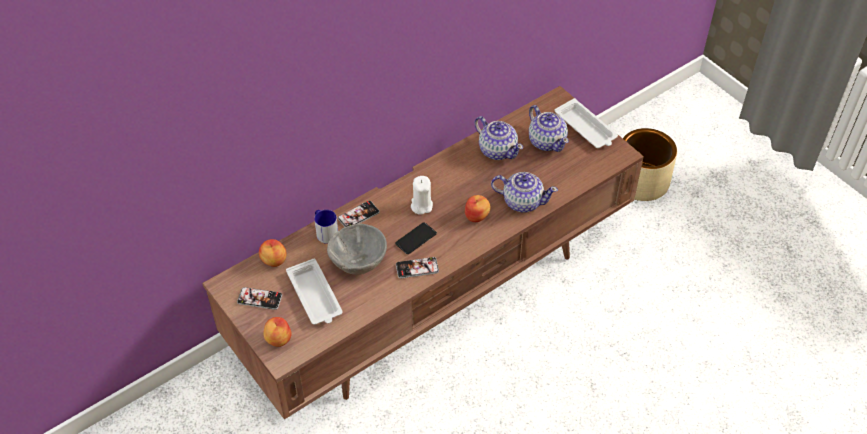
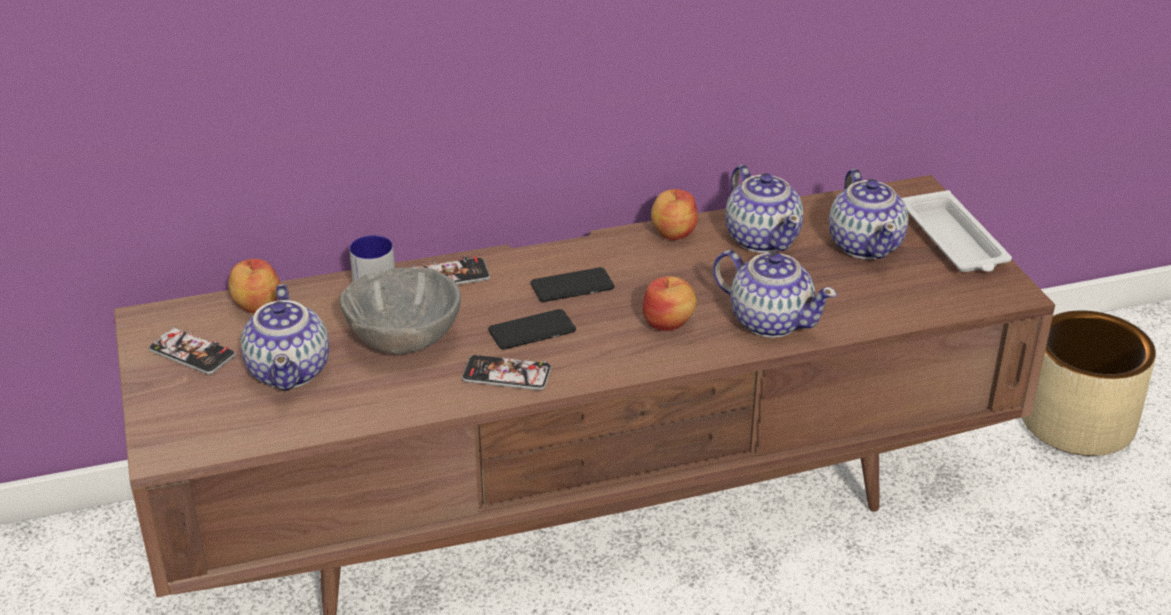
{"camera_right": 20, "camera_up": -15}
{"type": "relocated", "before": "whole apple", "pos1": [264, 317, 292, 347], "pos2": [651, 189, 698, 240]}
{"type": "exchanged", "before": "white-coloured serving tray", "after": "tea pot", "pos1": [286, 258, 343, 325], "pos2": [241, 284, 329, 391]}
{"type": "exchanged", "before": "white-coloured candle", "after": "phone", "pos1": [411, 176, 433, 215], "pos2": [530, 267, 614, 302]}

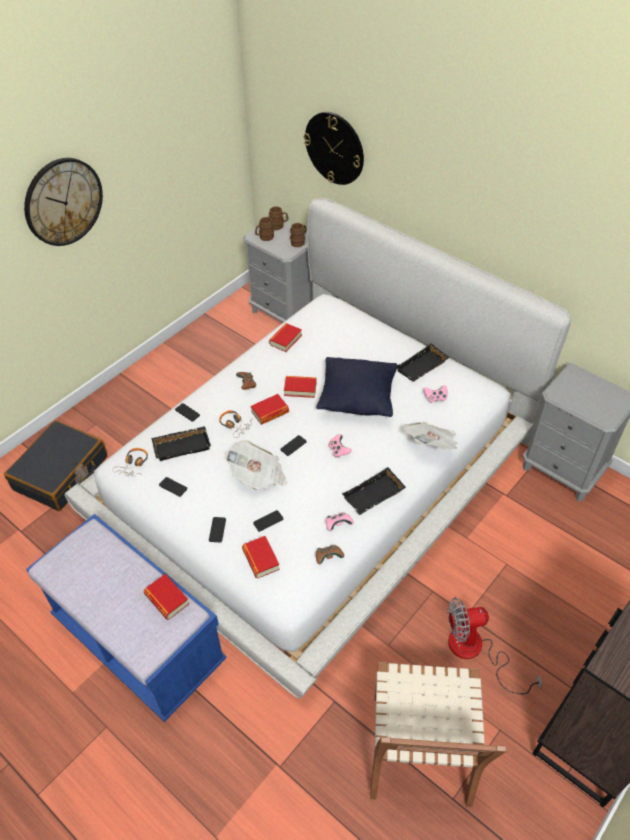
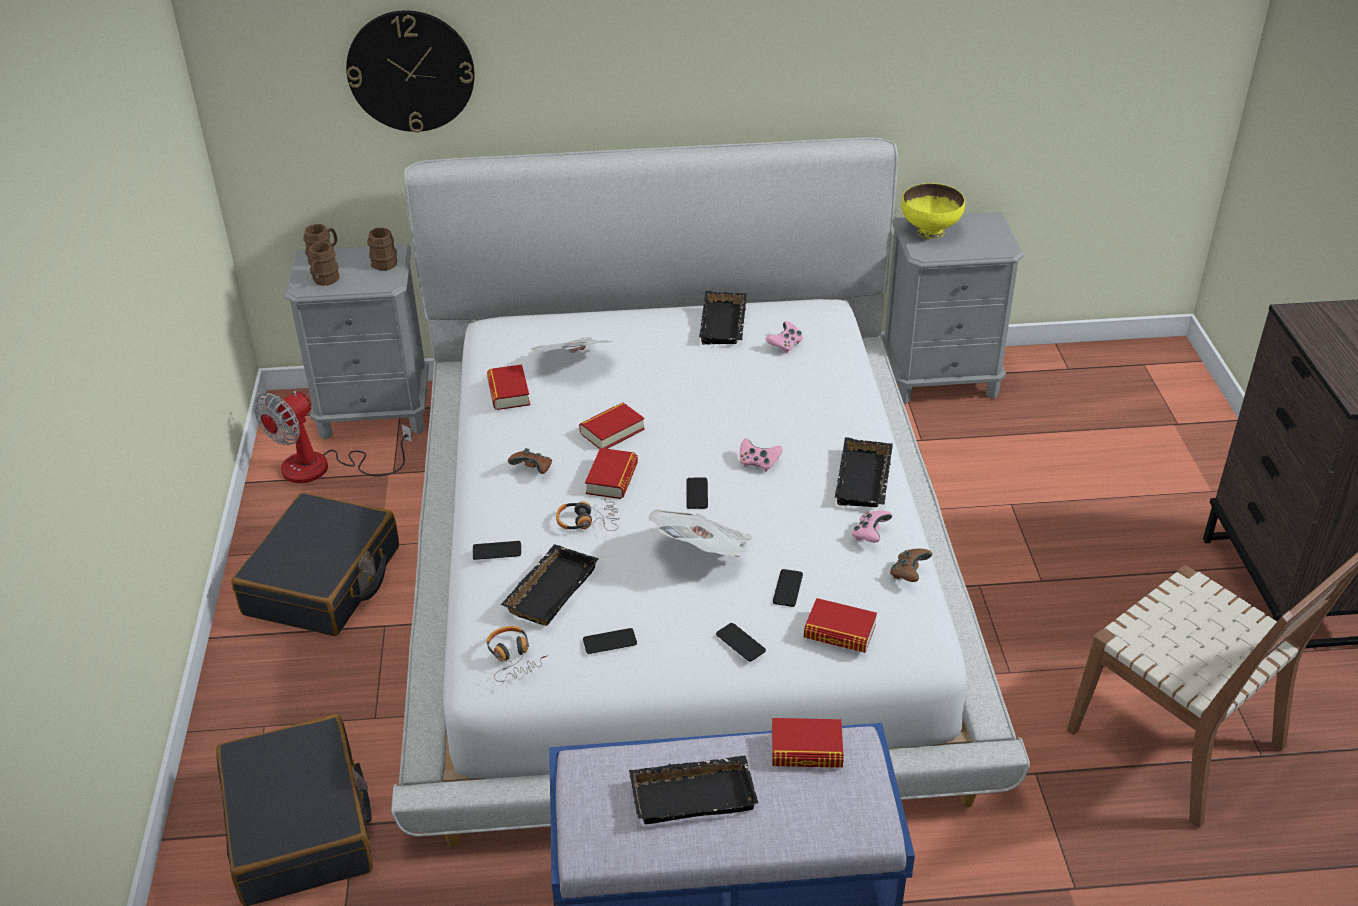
{"camera_right": -45, "camera_up": -10}
{"type": "missing", "before": "hanging clock", "pos1": [24, 158, 103, 246]}
{"type": "missing", "before": "black-coloured pillow", "pos1": [316, 357, 398, 417]}
{"type": "relocated", "before": "printed paper", "pos1": [404, 422, 458, 450], "pos2": [531, 337, 614, 353]}
{"type": "relocated", "before": "electric fan", "pos1": [448, 598, 543, 694], "pos2": [254, 391, 413, 483]}
{"type": "appeared", "after": "black-coloured piece of luggage", "pos2": [231, 493, 399, 636]}
{"type": "appeared", "after": "black-coloured serving tray", "pos2": [629, 755, 758, 824]}
{"type": "appeared", "after": "yellowish bowl", "pos2": [901, 183, 965, 239]}

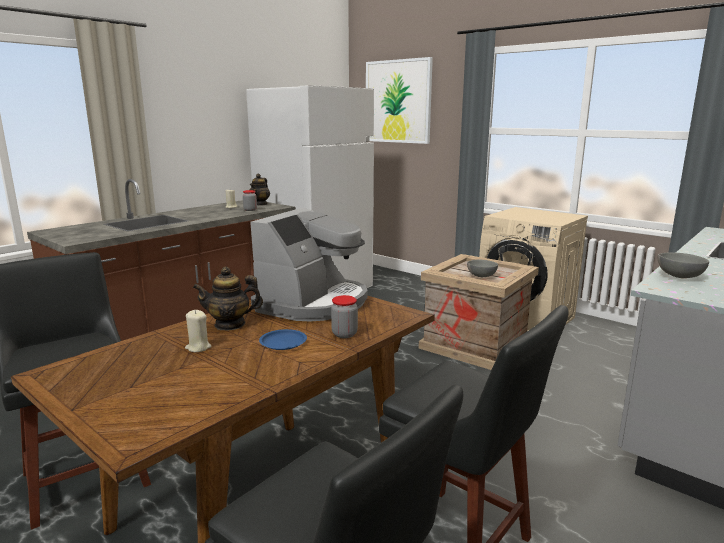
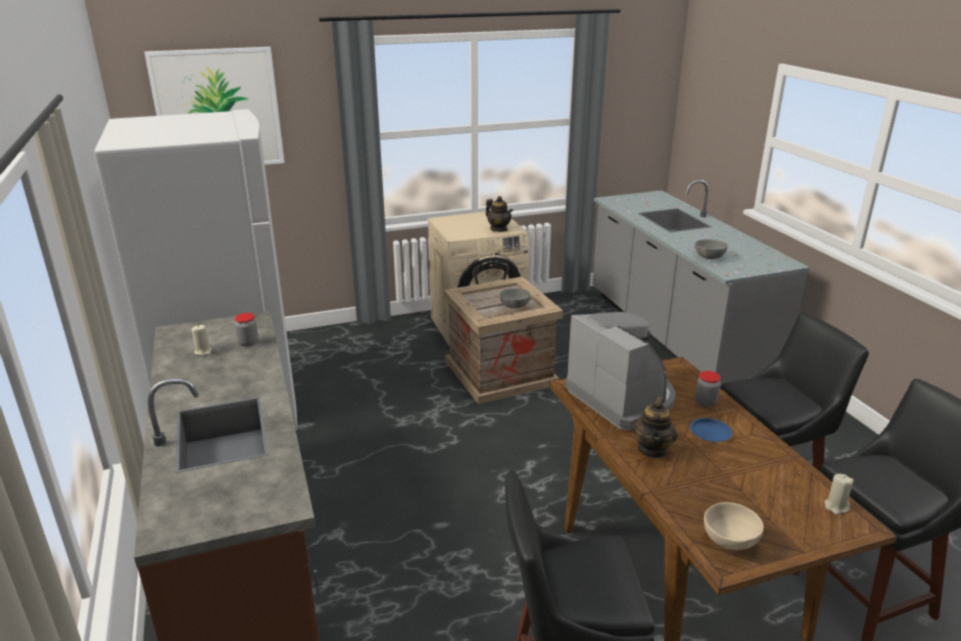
{"camera_right": -60, "camera_up": 10}
{"type": "relocated", "before": "beige-coloured candle", "pos1": [185, 310, 211, 352], "pos2": [825, 474, 854, 515]}
{"type": "relocated", "before": "tea pot", "pos1": [249, 174, 270, 205], "pos2": [486, 196, 513, 232]}
{"type": "appeared", "after": "beige-coloured bowl", "pos2": [704, 502, 764, 550]}

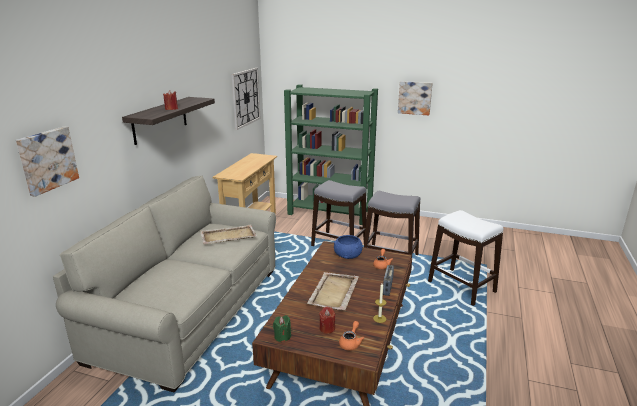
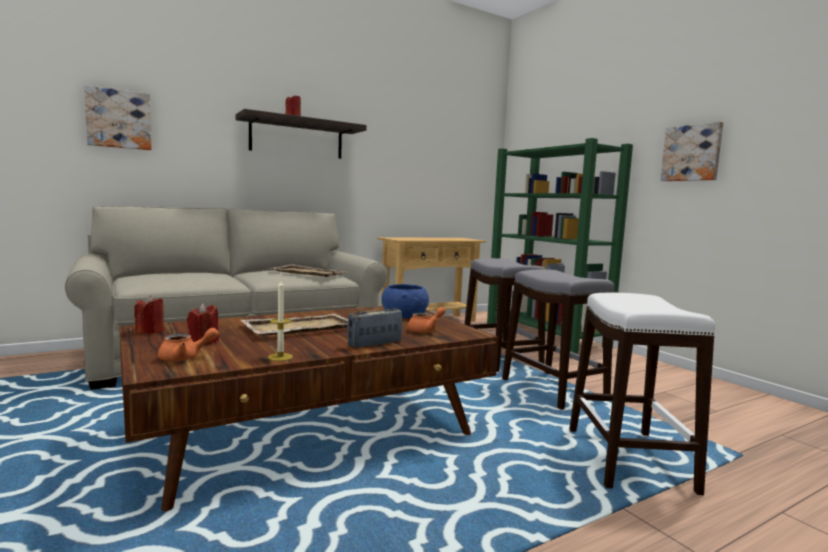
{"camera_right": 40, "camera_up": -15}
{"type": "missing", "before": "hanging clock", "pos1": [231, 68, 260, 130]}
{"type": "colour", "before": "green-coloured candle", "after": "red-coloured candle", "pos1": [273, 315, 291, 342], "pos2": [134, 295, 164, 334]}

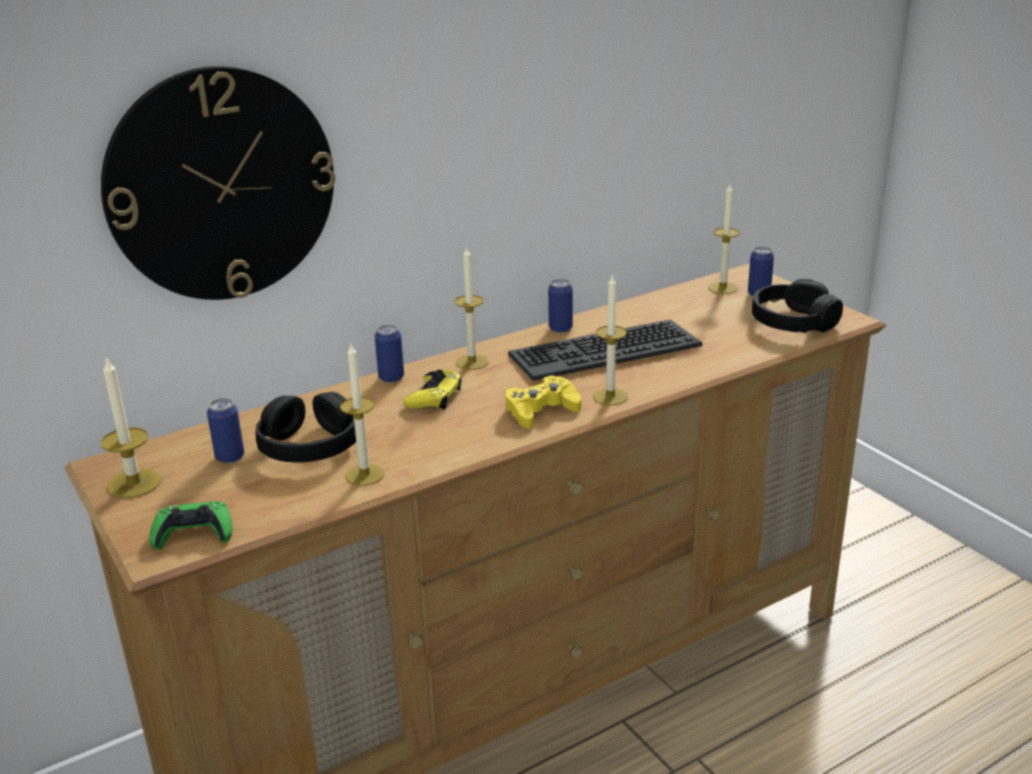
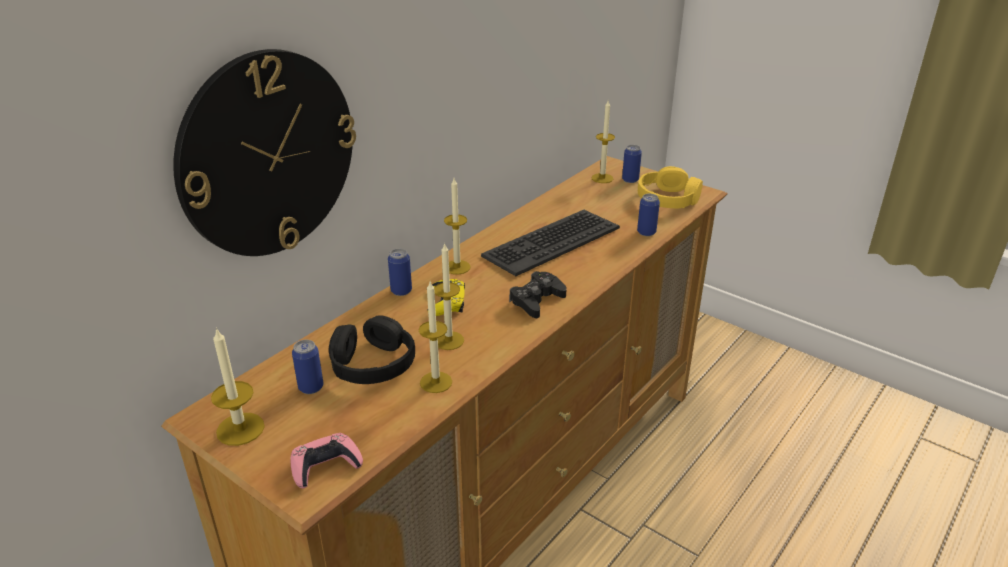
{"camera_right": -20, "camera_up": 5}
{"type": "colour", "before": "green-coloured gamepad", "after": "pink-coloured gamepad", "pos1": [149, 501, 232, 550], "pos2": [290, 433, 363, 489]}
{"type": "colour", "before": "yellowish gamepad", "after": "black-coloured gamepad", "pos1": [505, 375, 581, 429], "pos2": [509, 271, 566, 318]}
{"type": "relocated", "before": "can", "pos1": [548, 279, 573, 333], "pos2": [637, 194, 660, 236]}
{"type": "relocated", "before": "candle", "pos1": [593, 274, 628, 405], "pos2": [434, 242, 464, 350]}
{"type": "colour", "before": "black-coloured headset", "after": "yellowish headset", "pos1": [752, 279, 843, 333], "pos2": [638, 166, 703, 209]}

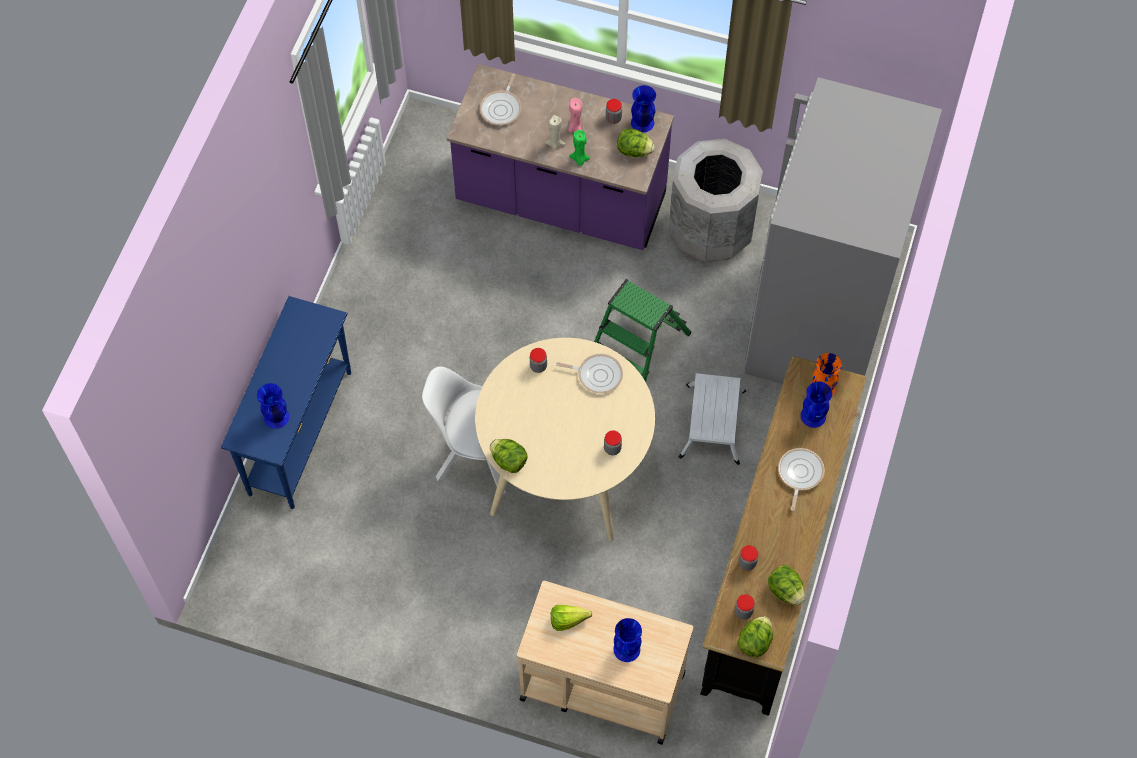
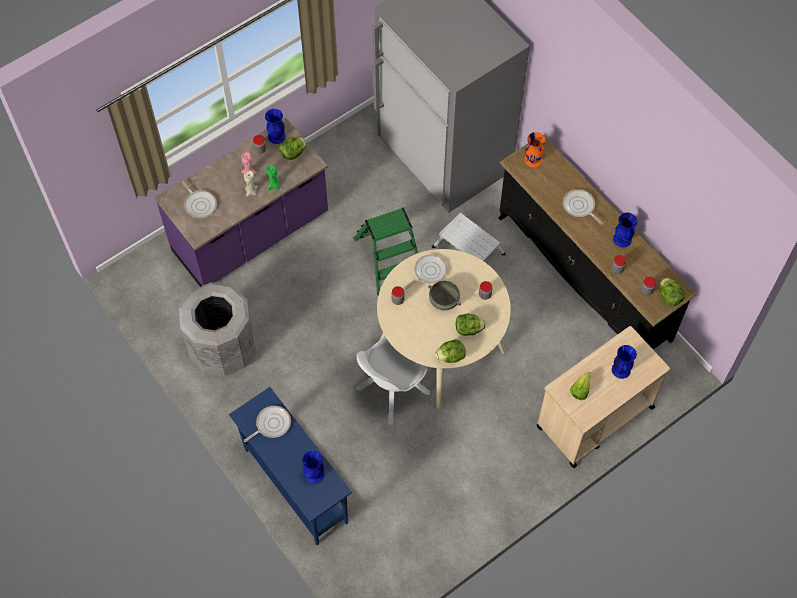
{"camera_right": -55, "camera_up": 0}
{"type": "relocated", "before": "gray waste bin", "pos1": [669, 139, 763, 262], "pos2": [179, 282, 256, 376]}
{"type": "relocated", "before": "head of lettuce", "pos1": [768, 565, 805, 605], "pos2": [456, 313, 486, 336]}
{"type": "relocated", "before": "blue-coloured vase", "pos1": [801, 381, 832, 428], "pos2": [613, 213, 637, 248]}
{"type": "appeared", "after": "pan", "pos2": [244, 406, 291, 442]}
{"type": "appeared", "after": "gray bowl", "pos2": [428, 281, 461, 311]}

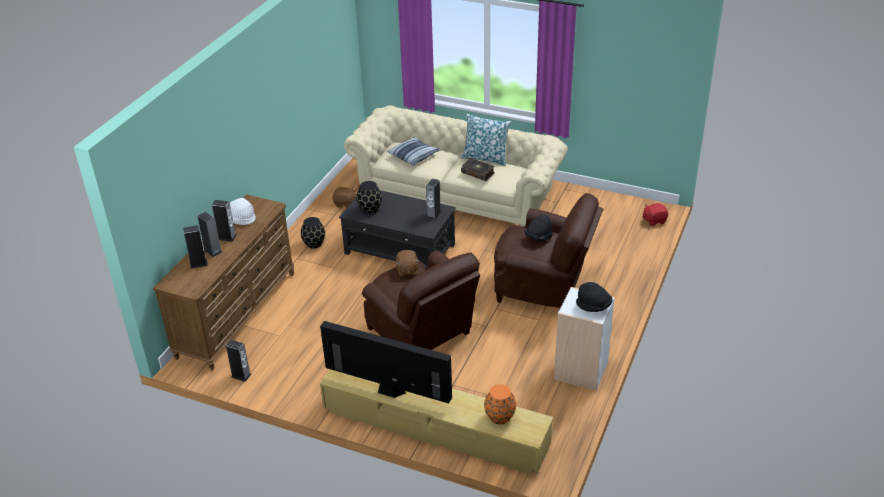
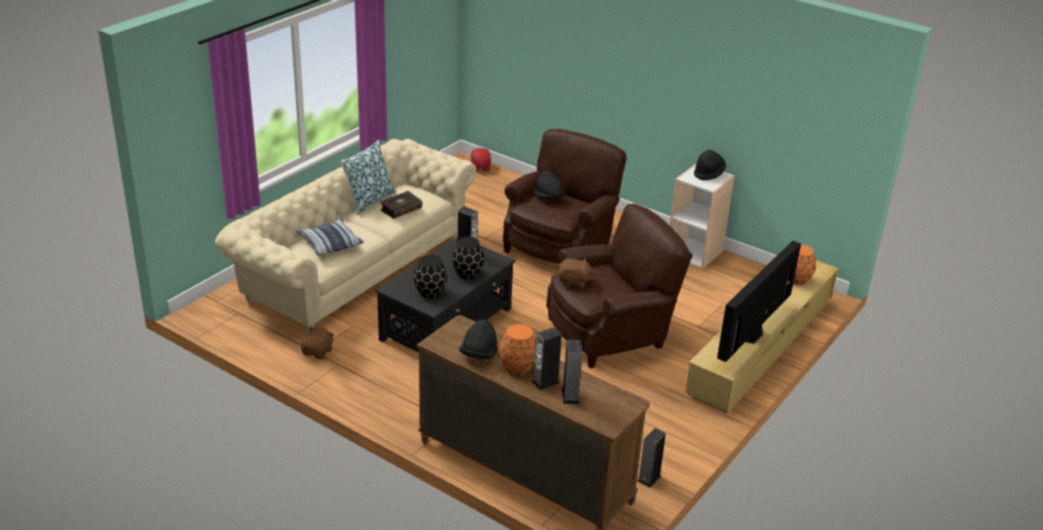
{"camera_right": -80, "camera_up": -5}
{"type": "exchanged", "before": "loudspeaker", "after": "orangey vase", "pos1": [212, 200, 237, 242], "pos2": [499, 324, 536, 376]}
{"type": "colour", "before": "white-coloured clothing hat", "after": "black-coloured clothing hat", "pos1": [230, 198, 256, 225], "pos2": [459, 319, 498, 359]}
{"type": "relocated", "before": "black-coloured vase", "pos1": [301, 217, 325, 249], "pos2": [452, 237, 484, 279]}

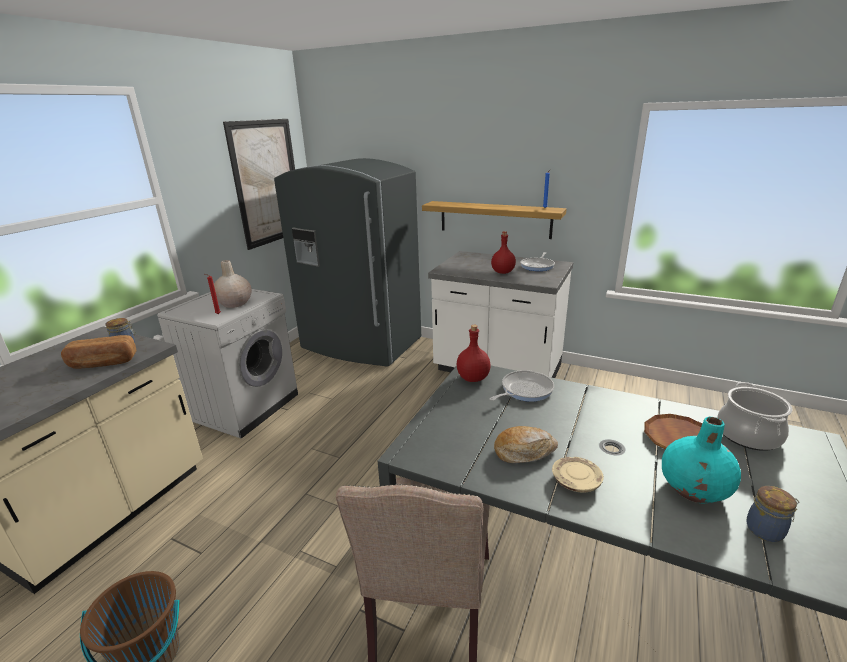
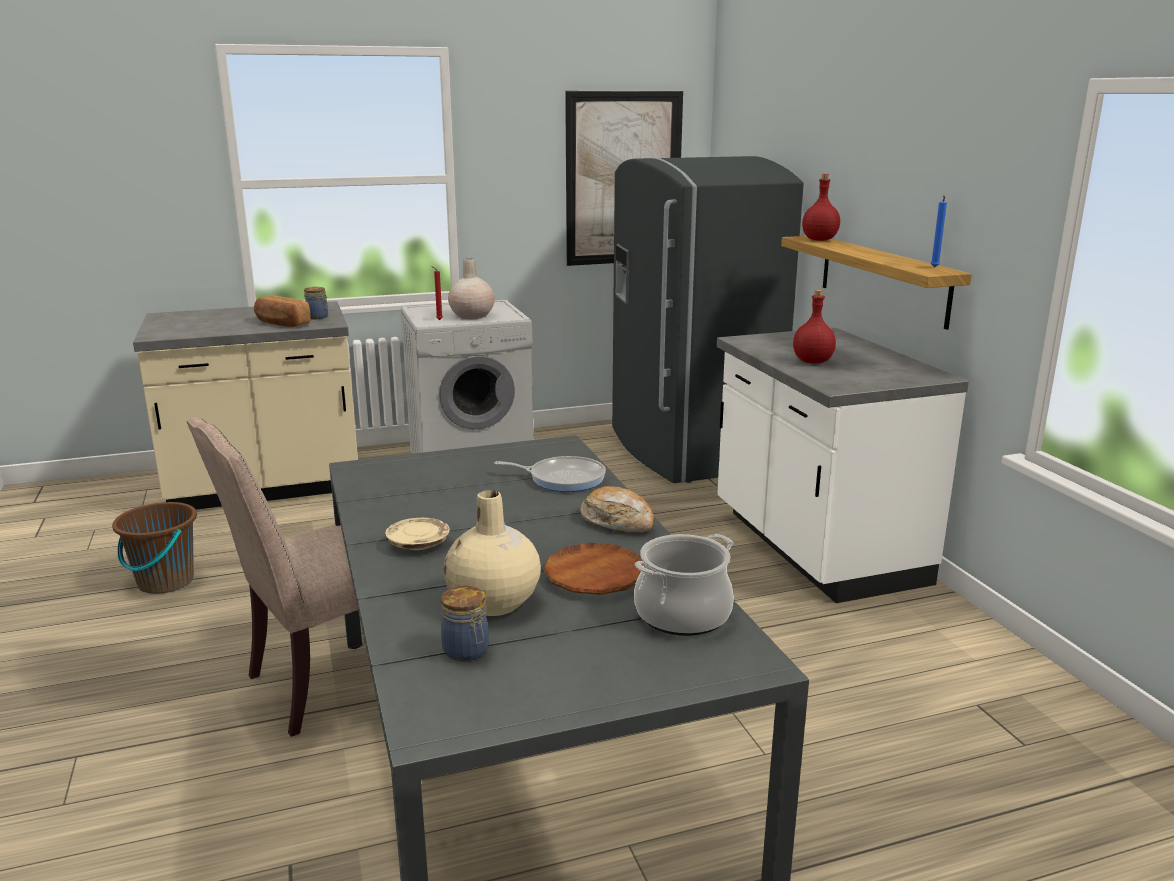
{"camera_right": 45, "camera_up": -5}
{"type": "relocated", "before": "red-coloured drink bottle", "pos1": [457, 325, 491, 382], "pos2": [802, 174, 840, 241]}
{"type": "relocated", "before": "bakery bread", "pos1": [494, 426, 558, 463], "pos2": [580, 486, 654, 532]}
{"type": "missing", "before": "pan", "pos1": [521, 252, 555, 271]}
{"type": "colour", "before": "turquoise-coloured vase", "after": "beige-coloured vase", "pos1": [662, 417, 741, 504], "pos2": [443, 490, 541, 616]}

